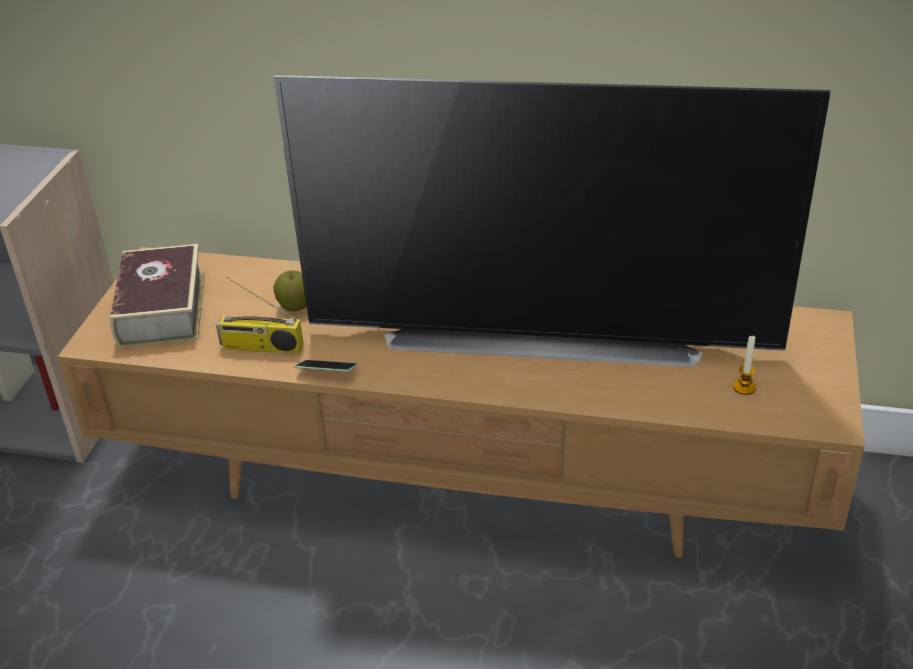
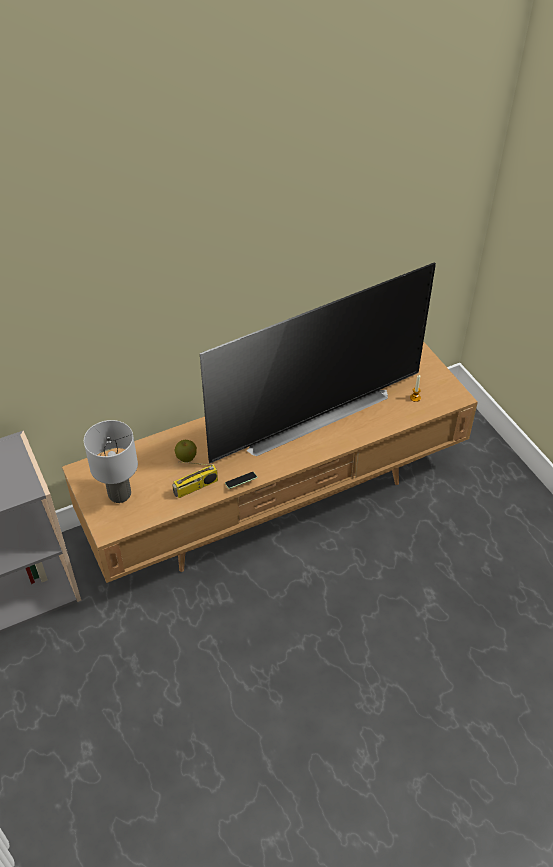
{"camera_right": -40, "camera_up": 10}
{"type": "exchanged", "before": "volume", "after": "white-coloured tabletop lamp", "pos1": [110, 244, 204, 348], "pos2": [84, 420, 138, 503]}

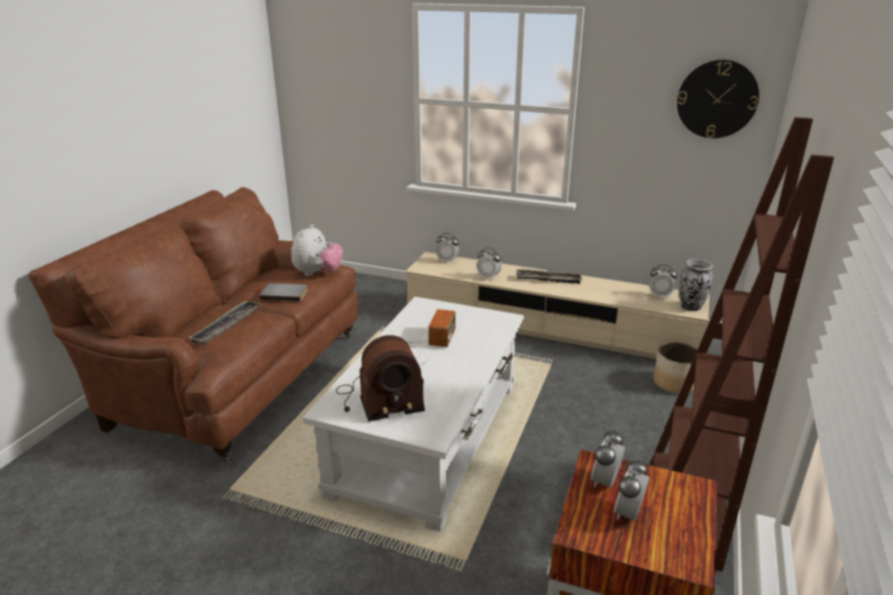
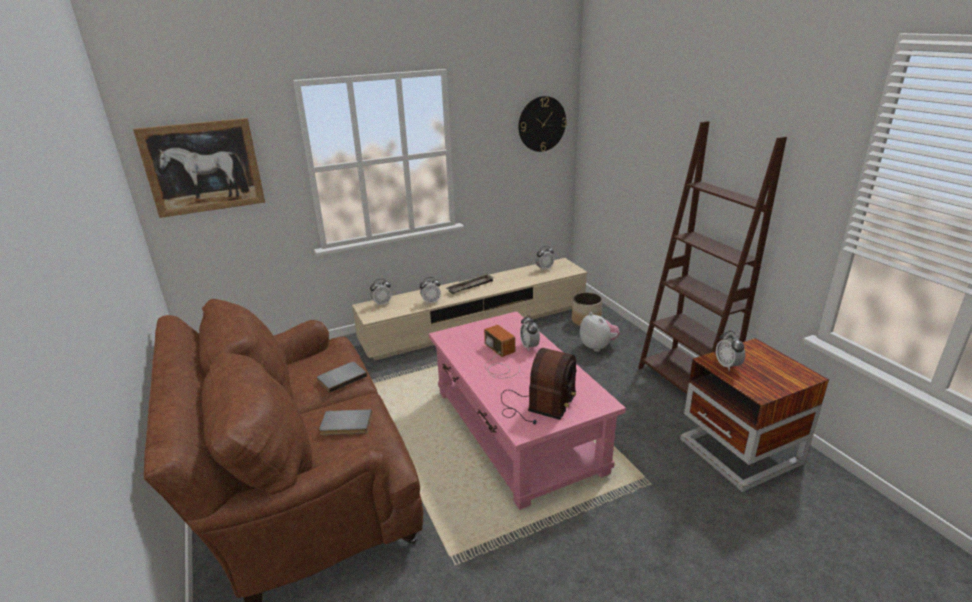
{"camera_right": -45, "camera_up": 0}
{"type": "exchanged", "before": "serving tray", "after": "gray volume", "pos1": [188, 300, 261, 345], "pos2": [319, 409, 372, 435]}
{"type": "relocated", "before": "cuddly toy", "pos1": [291, 224, 343, 276], "pos2": [580, 312, 620, 352]}
{"type": "colour", "before": "white-coloured low table", "after": "pink-coloured low table", "pos1": [303, 296, 524, 532], "pos2": [429, 311, 626, 510]}
{"type": "relocated", "before": "alarm clock", "pos1": [614, 459, 650, 521], "pos2": [520, 315, 540, 351]}
{"type": "missing", "before": "vase", "pos1": [679, 259, 714, 311]}
{"type": "appeared", "after": "wall art", "pos2": [133, 118, 265, 218]}

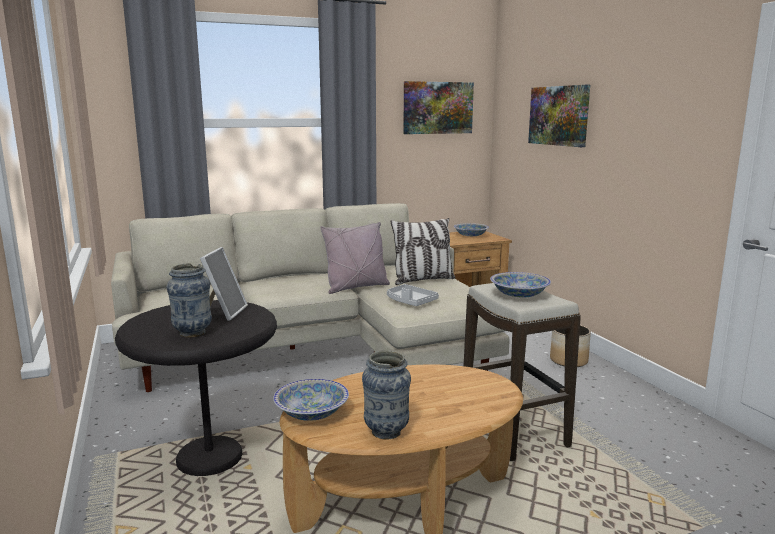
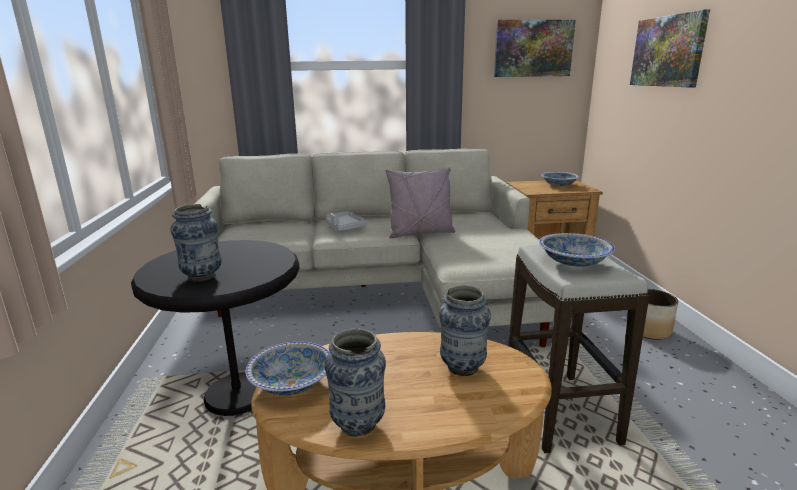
{"camera_right": 15, "camera_up": 5}
{"type": "missing", "before": "picture frame", "pos1": [200, 247, 248, 321]}
{"type": "relocated", "before": "gray serving tray", "pos1": [387, 284, 439, 306], "pos2": [326, 211, 367, 231]}
{"type": "missing", "before": "pillow", "pos1": [390, 218, 456, 285]}
{"type": "appeared", "after": "vase", "pos2": [439, 285, 491, 376]}

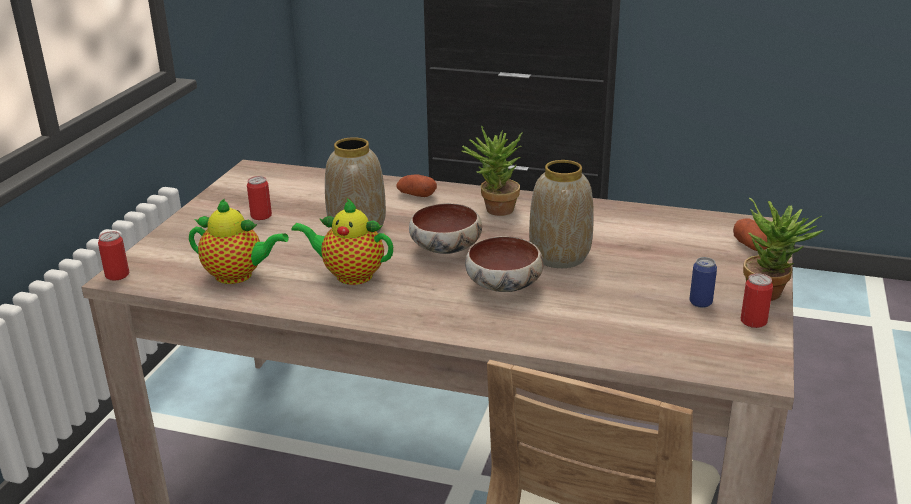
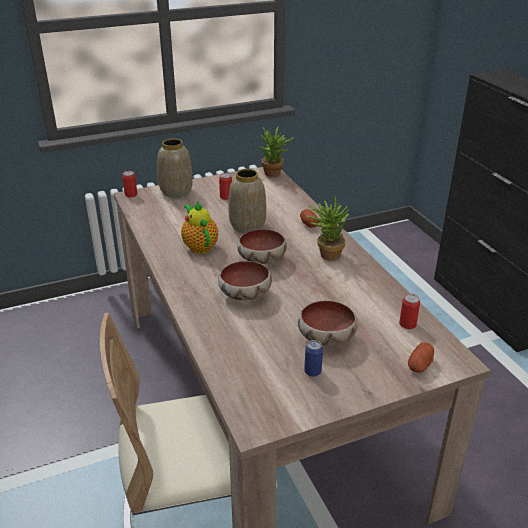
{"camera_right": 50, "camera_up": 5}
{"type": "missing", "before": "tea pot", "pos1": [189, 198, 289, 284]}
{"type": "relocated", "before": "vase", "pos1": [529, 160, 594, 268], "pos2": [157, 138, 193, 198]}
{"type": "relocated", "before": "can", "pos1": [741, 273, 773, 328], "pos2": [399, 294, 420, 329]}
{"type": "relocated", "before": "plant in a pot", "pos1": [743, 198, 824, 301], "pos2": [258, 127, 295, 177]}
{"type": "appeared", "after": "bowl", "pos2": [298, 301, 358, 346]}

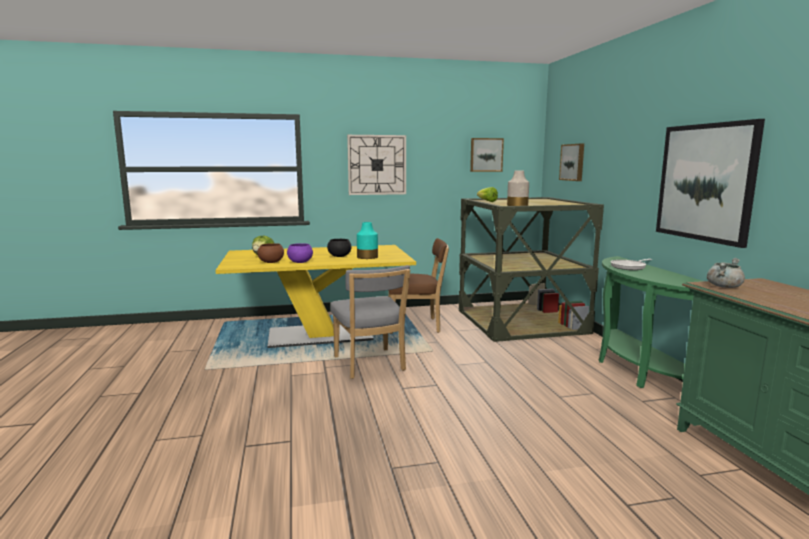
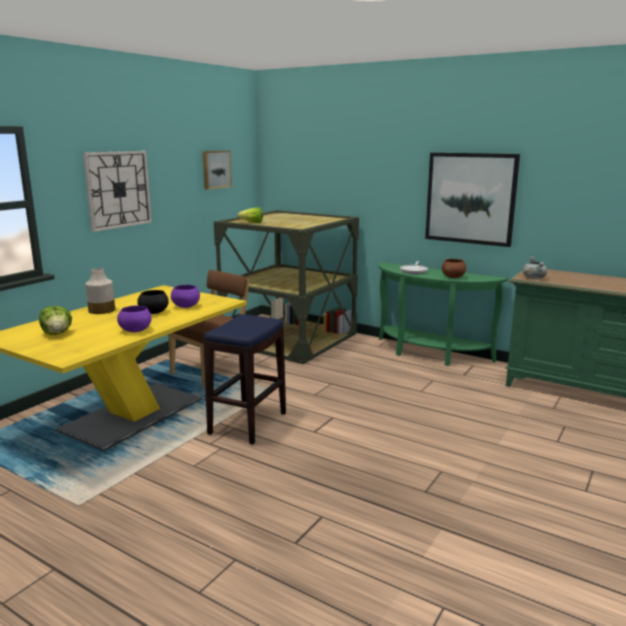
{"camera_right": -45, "camera_up": 5}
{"type": "relocated", "before": "brown bowl", "pos1": [257, 243, 284, 263], "pos2": [442, 259, 466, 278]}
{"type": "exchanged", "before": "gray plain chair", "after": "stool seat", "pos1": [330, 265, 410, 379], "pos2": [203, 314, 286, 444]}
{"type": "exchanged", "before": "turquoise-coloured vase", "after": "purple bowl", "pos1": [357, 222, 378, 259], "pos2": [171, 285, 200, 308]}
{"type": "relocated", "before": "beige-coloured vase", "pos1": [507, 171, 529, 206], "pos2": [85, 268, 115, 314]}
{"type": "missing", "before": "wall art", "pos1": [559, 144, 584, 181]}

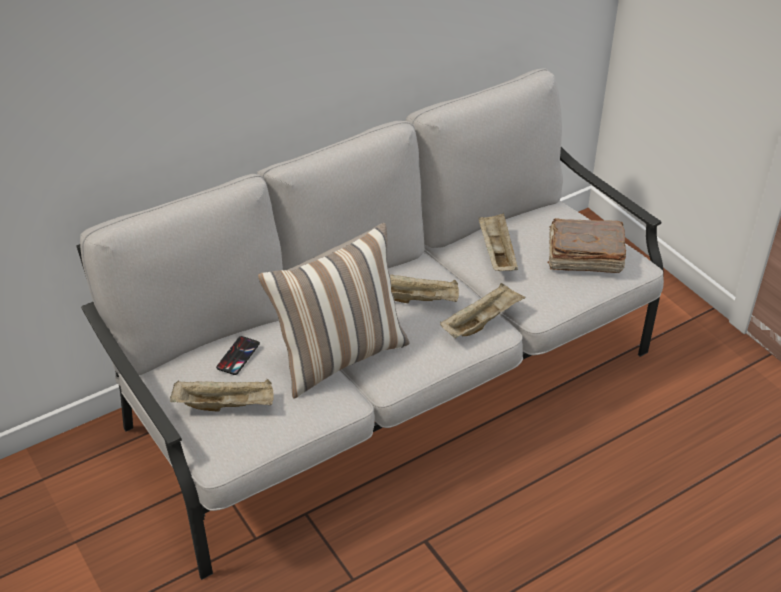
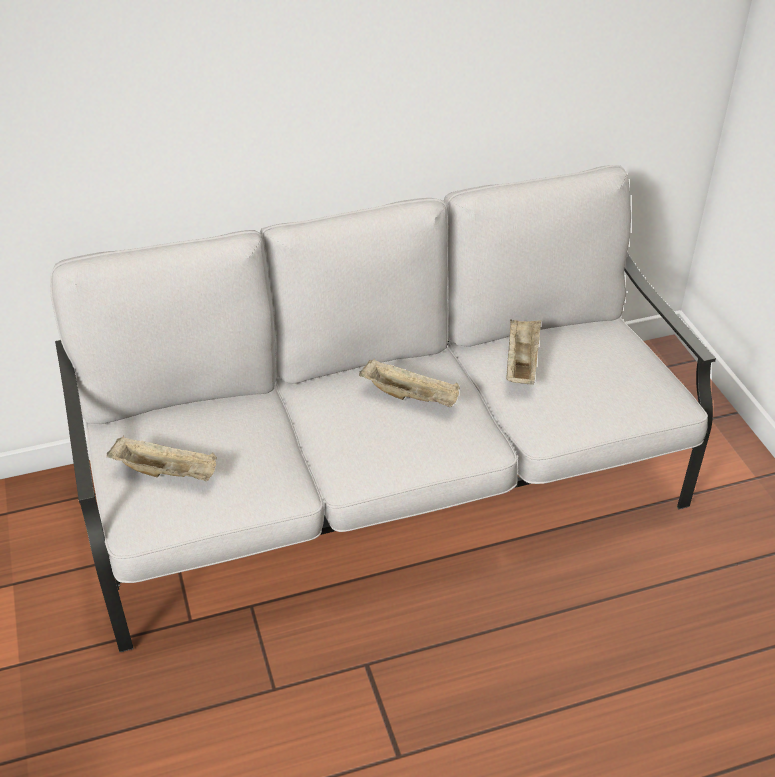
{"camera_right": 15, "camera_up": 0}
{"type": "missing", "before": "phone", "pos1": [216, 336, 260, 375]}
{"type": "missing", "before": "pillow", "pos1": [258, 223, 410, 399]}
{"type": "missing", "before": "beige-coloured serving tray", "pos1": [440, 283, 526, 338]}
{"type": "missing", "before": "brown volume", "pos1": [547, 218, 626, 273]}

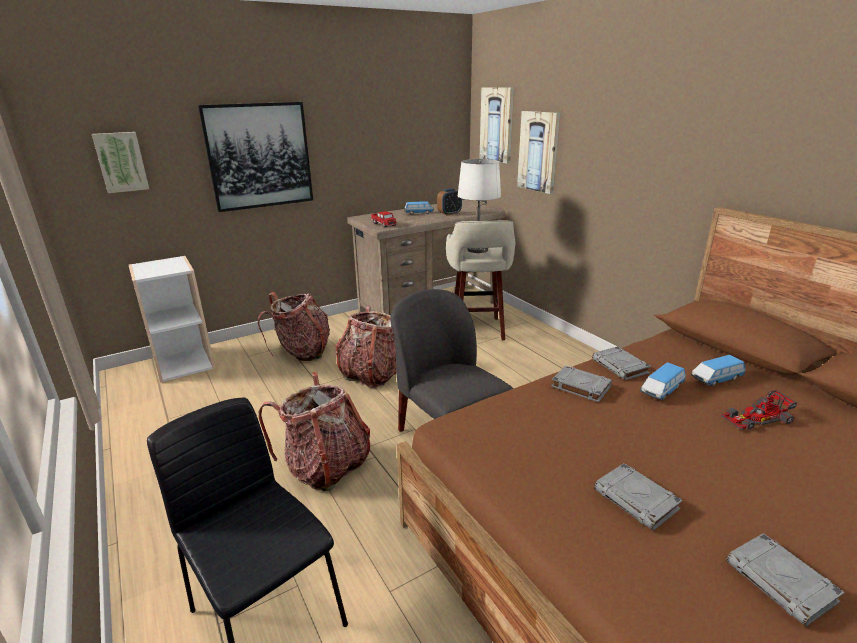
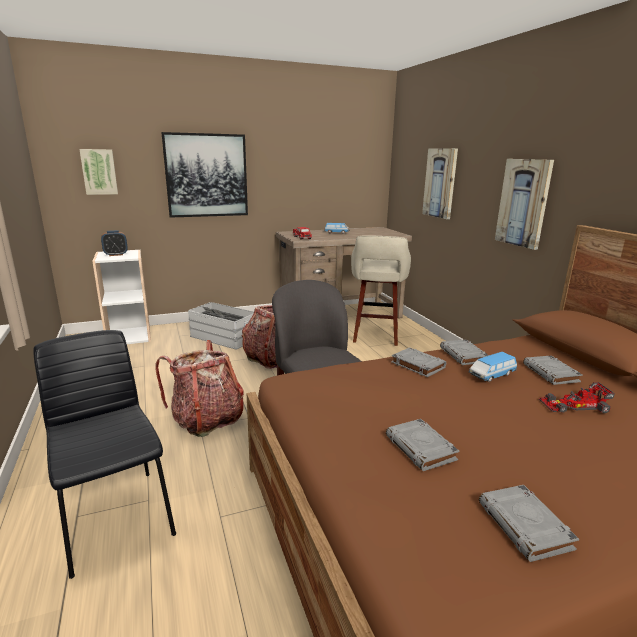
{"camera_right": 10, "camera_up": -5}
{"type": "exchanged", "before": "knapsack", "after": "gray storage bin", "pos1": [258, 292, 330, 361], "pos2": [188, 302, 254, 349]}
{"type": "relocated", "before": "alarm clock", "pos1": [437, 188, 462, 215], "pos2": [101, 230, 128, 256]}
{"type": "missing", "before": "white-coloured tabletop lamp", "pos1": [458, 159, 501, 253]}
{"type": "relocated", "before": "wall art", "pos1": [479, 87, 514, 164], "pos2": [495, 159, 554, 250]}
{"type": "exchanged", "before": "miniature car", "after": "gray volume", "pos1": [691, 355, 746, 386], "pos2": [523, 356, 583, 385]}

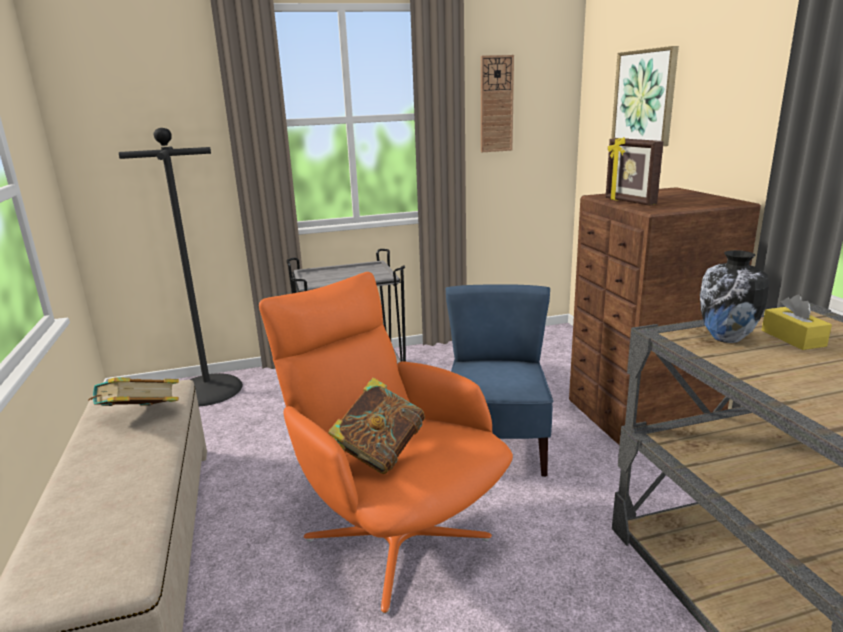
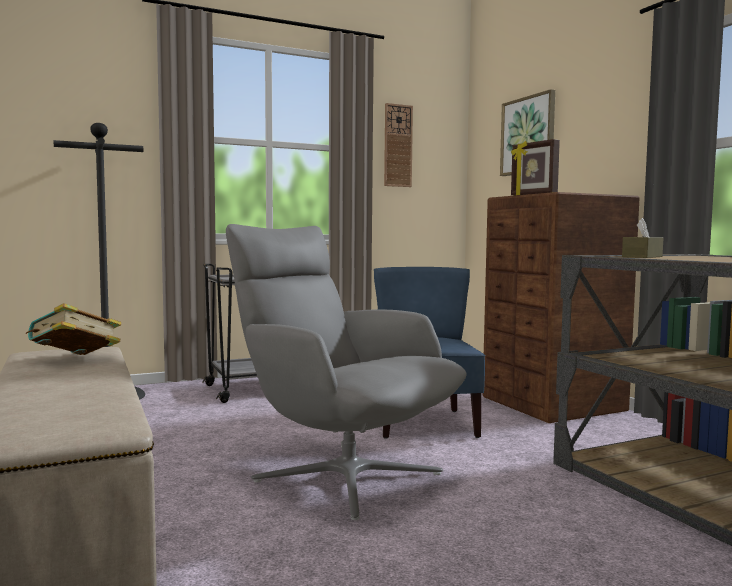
{"camera_right": -10, "camera_up": -15}
{"type": "colour", "before": "orangey armchair", "after": "gray armchair", "pos1": [259, 272, 513, 614], "pos2": [226, 224, 467, 520]}
{"type": "missing", "before": "volume", "pos1": [328, 377, 425, 474]}
{"type": "exchanged", "before": "vase", "after": "brown tissue box", "pos1": [700, 250, 770, 343], "pos2": [622, 218, 663, 258]}
{"type": "missing", "before": "yellowish tissue box", "pos1": [762, 295, 832, 350]}

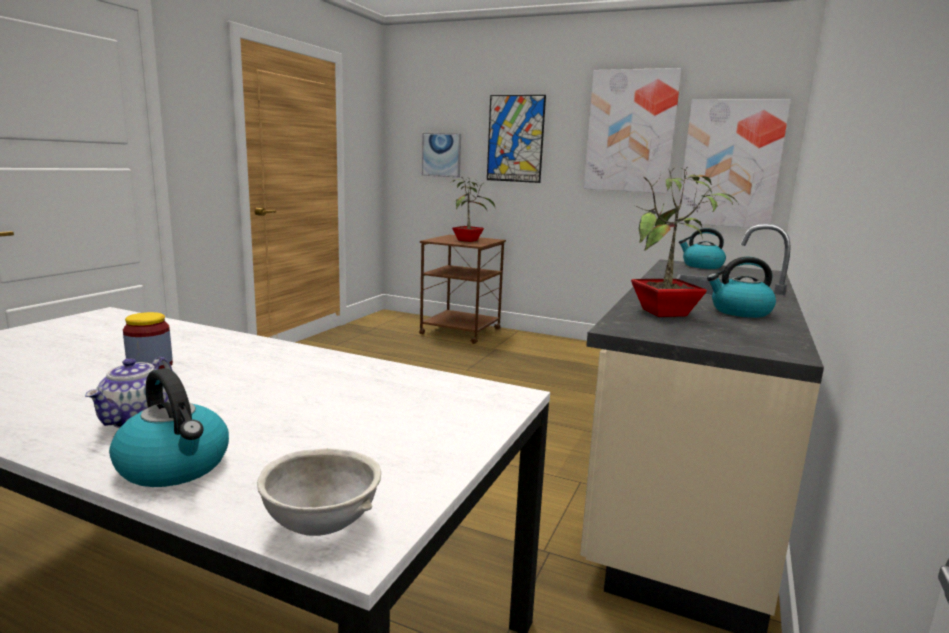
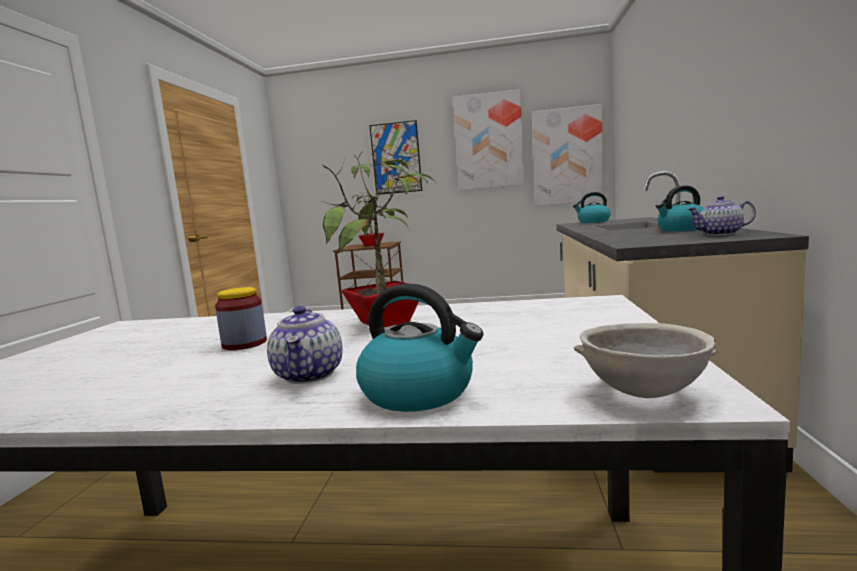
{"camera_right": -15, "camera_up": -5}
{"type": "missing", "before": "wall art", "pos1": [422, 133, 461, 177]}
{"type": "relocated", "before": "plant in a pot", "pos1": [631, 166, 739, 317], "pos2": [322, 150, 436, 327]}
{"type": "appeared", "after": "tea pot", "pos2": [687, 196, 756, 235]}

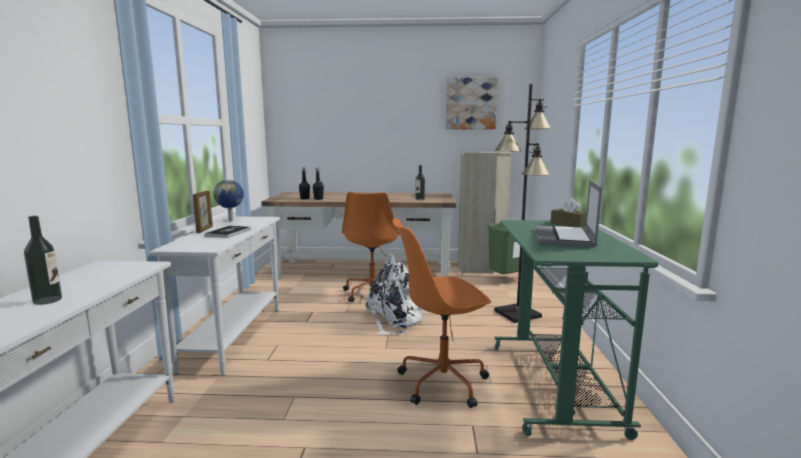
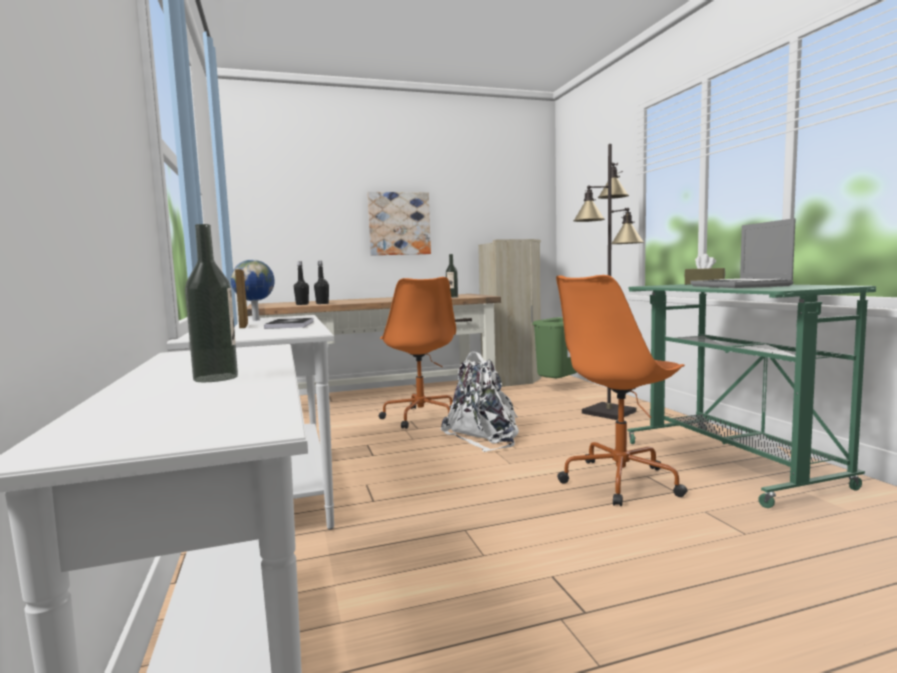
{"camera_right": -20, "camera_up": -5}
{"type": "relocated", "before": "wall art", "pos1": [446, 77, 498, 129], "pos2": [367, 192, 431, 255]}

